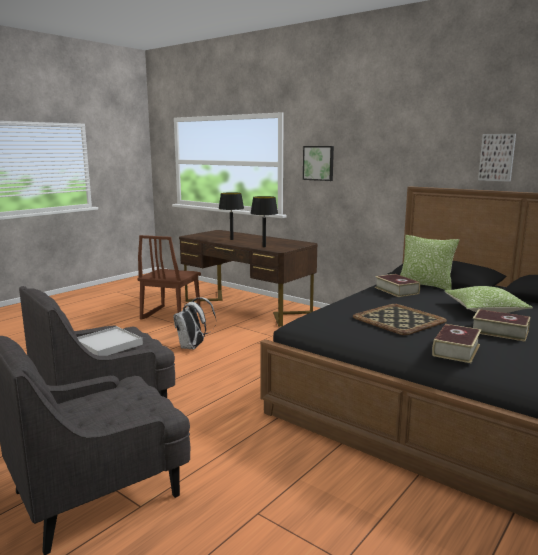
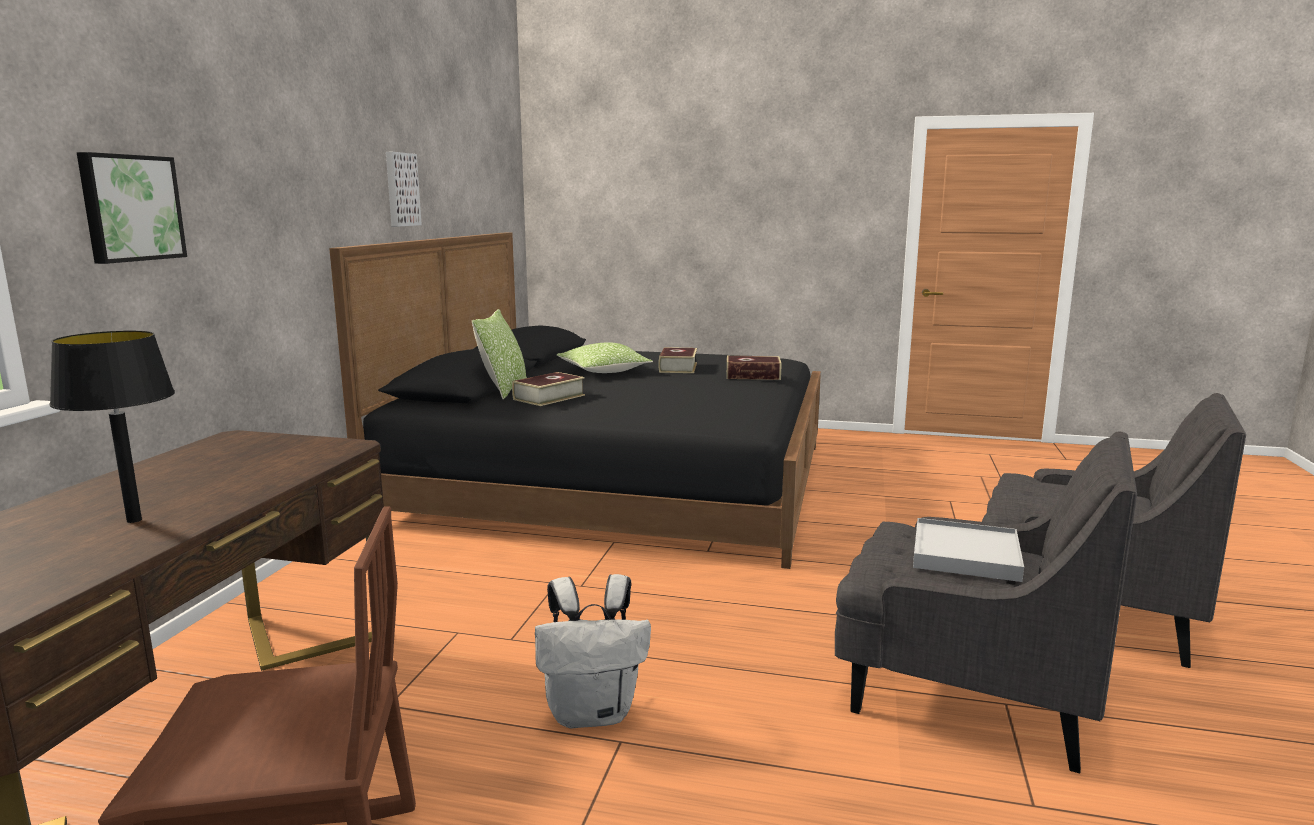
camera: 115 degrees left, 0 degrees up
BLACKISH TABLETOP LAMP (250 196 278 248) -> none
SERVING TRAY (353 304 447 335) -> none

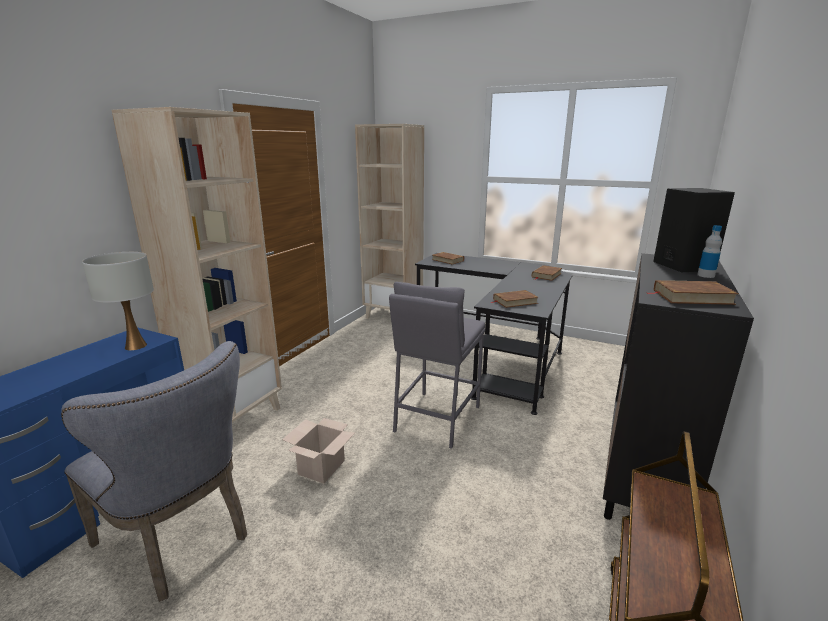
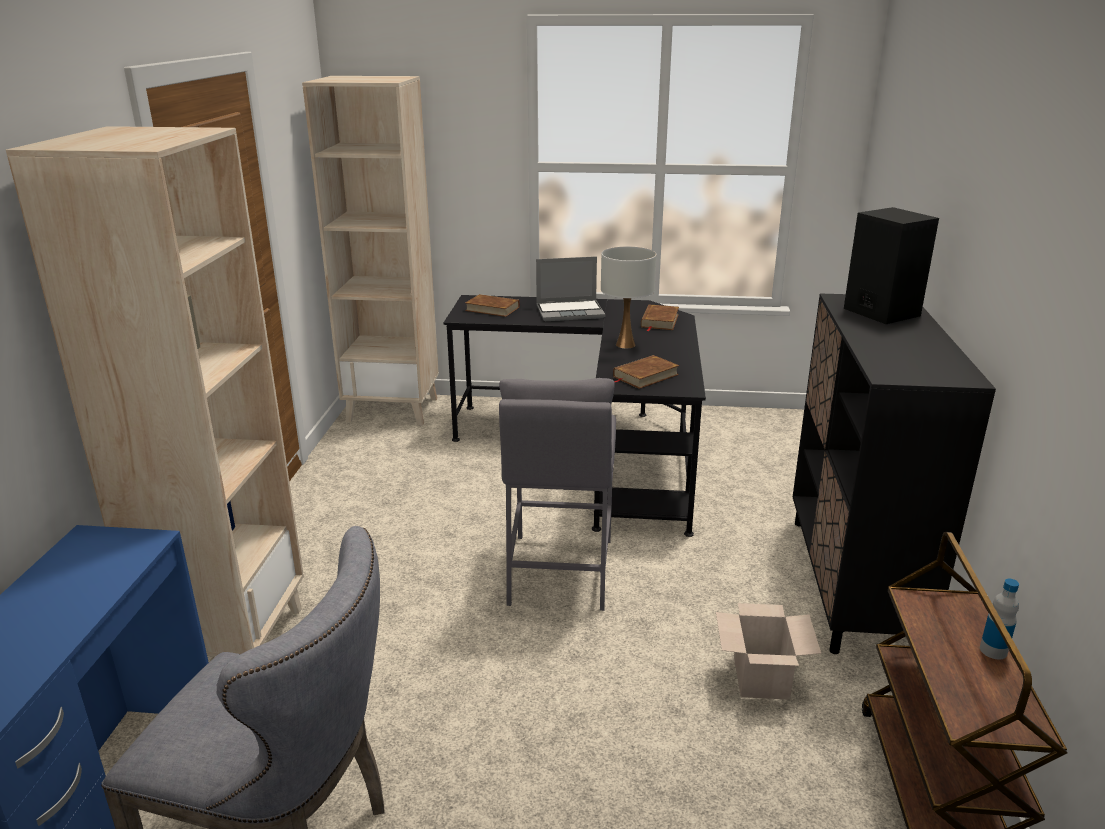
camera: 20 degrees left, 5 degrees up
BROWN BOOK (647 280 739 305) -> none
none -> LAPTOP (536 256 605 321)
WHITE TABLETOP LAMP (82 252 154 350) -> WHITE TABLETOP LAMP (601 246 656 349), move
CARTON (282 418 355 484) -> CARTON (716 603 821 700), move
BOTTLE (697 225 722 278) -> BOTTLE (980 579 1019 659), move

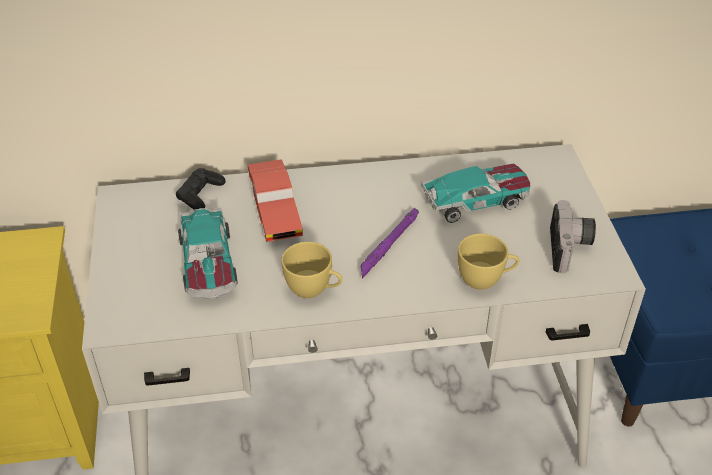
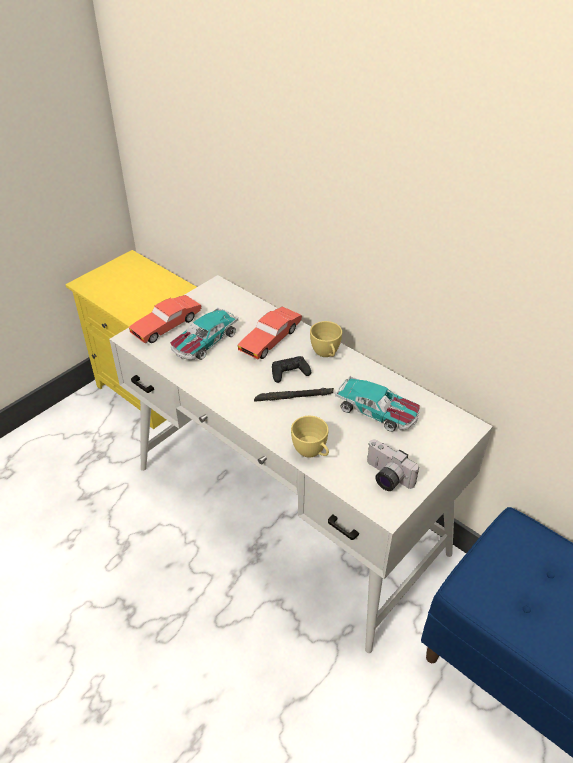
camera: 50 degrees right, 0 degrees up
none -> RED-COLOURED TOY CAR (129 295 201 343)
BLACKISH GAME CONTROLLER (176 168 226 210) -> BLACKISH GAME CONTROLLER (272 356 311 383), move
YELLOWISH CUP (281 242 342 298) -> YELLOWISH CUP (310 321 342 357), move
PURPLE-COLOURED FLASHLIGHT (361 208 419 279) -> BLACKISH FLASHLIGHT (254 388 334 402)
STILL CAMERA (550 200 596 273) -> STILL CAMERA (367 439 419 491), 75 degrees clockwise

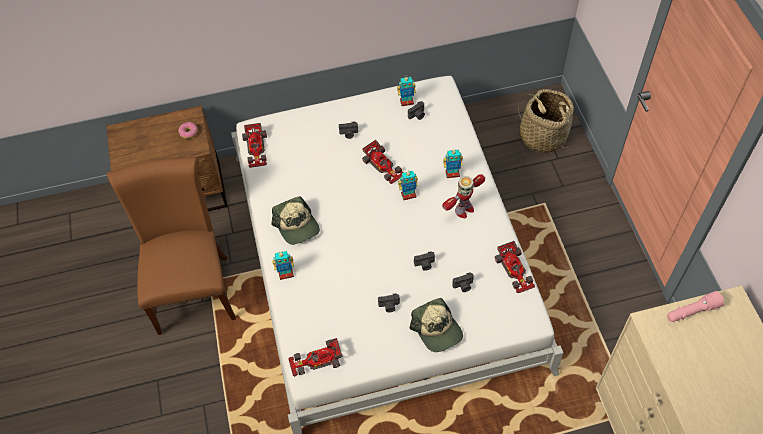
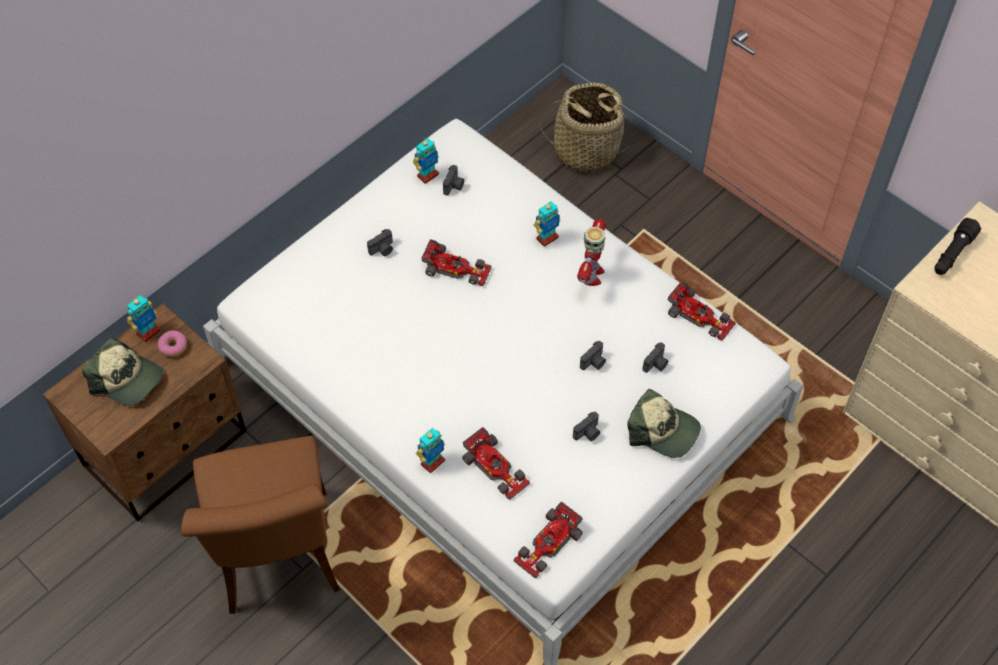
camera: 35 degrees left, 0 degrees up
TOY CAR (242 123 267 168) -> TOY CAR (462 427 530 500), move
CAP (271 196 320 245) -> CAP (82 337 163 406), move
ROBOT FIGURE (398 170 418 200) -> ROBOT FIGURE (127 295 161 342), move
PINK-COLOURED FLASHLIGHT (667 291 724 322) -> BLACKISH FLASHLIGHT (935 218 981 275)
BROWN PLAIN CHAIR (107 157 236 335) -> BROWN PLAIN CHAIR (181 436 340 614), 150 degrees counterclockwise

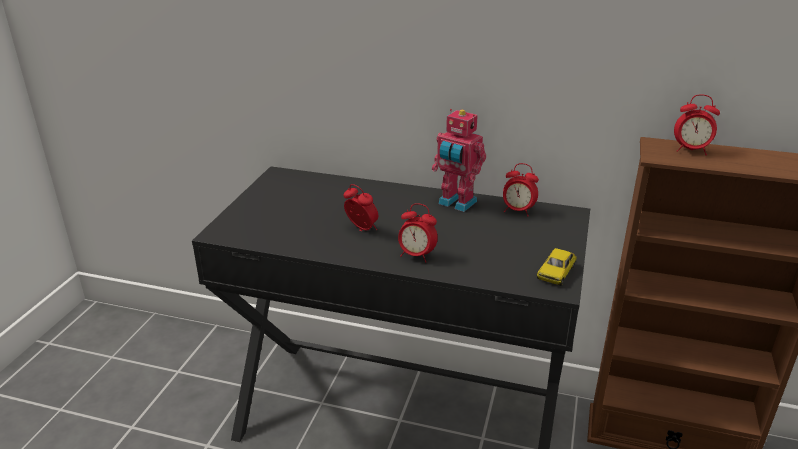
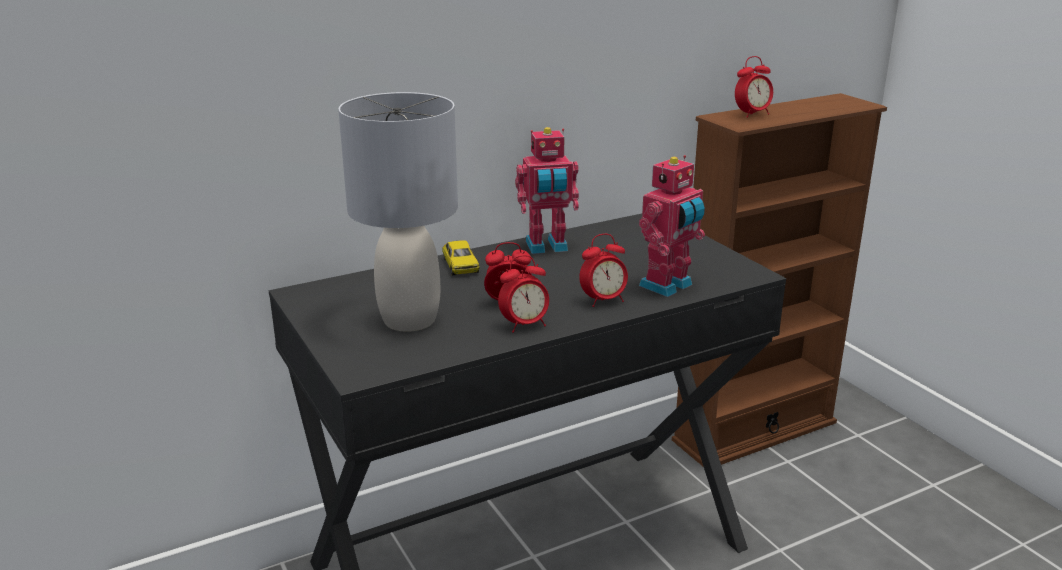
camera: 45 degrees left, 5 degrees down
none -> GREY TABLETOP LAMP (338 92 458 332)
none -> ROBOT FIGURE (639 155 705 297)
ALARM CLOCK (503 163 539 217) -> ALARM CLOCK (498 255 549 333), move
TOY CAR (537 248 576 286) -> TOY CAR (442 240 479 276), move

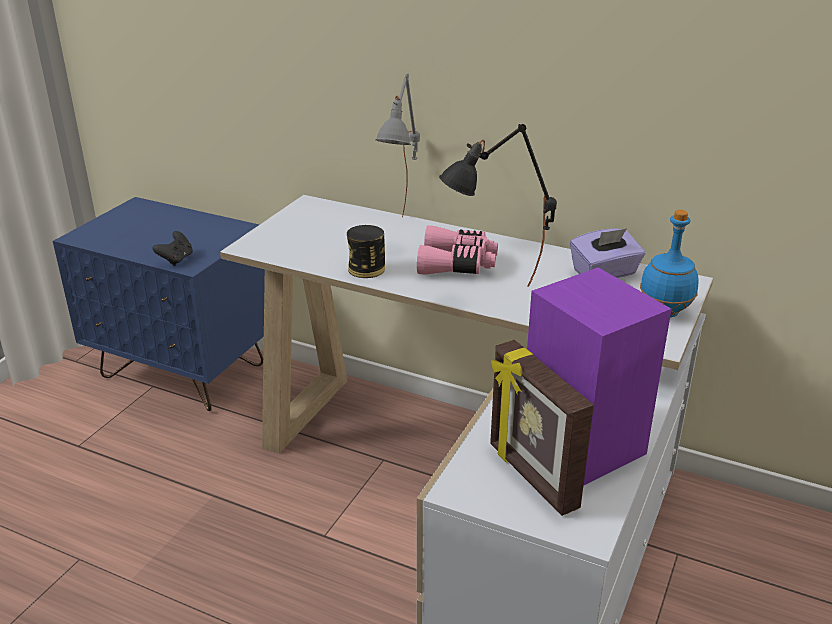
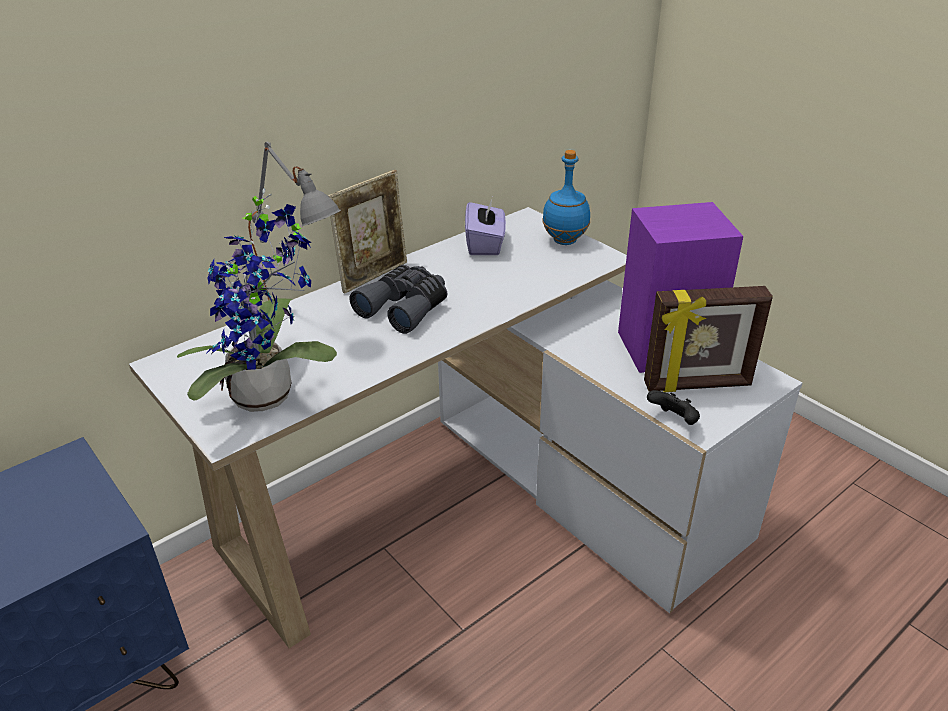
camera: 65 degrees left, 5 degrees up
SEALED CAN (347 225 385 278) -> none
BLACKISH TABLETOP LAMP (439 124 557 287) -> none
none -> HOUSEPLANT (177 188 337 412)
none -> PHOTO FRAME (328 170 407 294)
BLACKISH GAME CONTROLLER (153 231 193 266) -> BLACKISH GAME CONTROLLER (647 390 700 425), move
PINK-COLOURED PAIR OF BINOCULARS (417 226 498 275) -> GREY PAIR OF BINOCULARS (350 265 448 334)

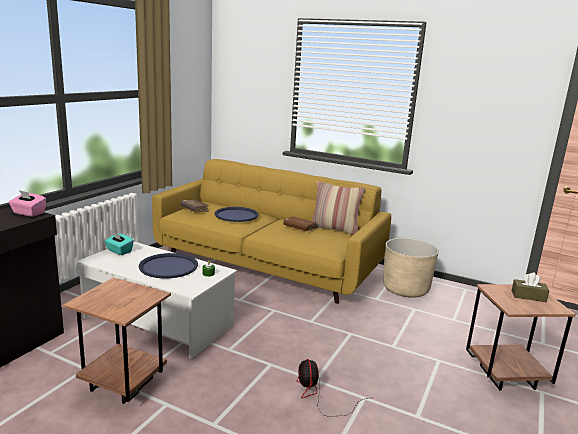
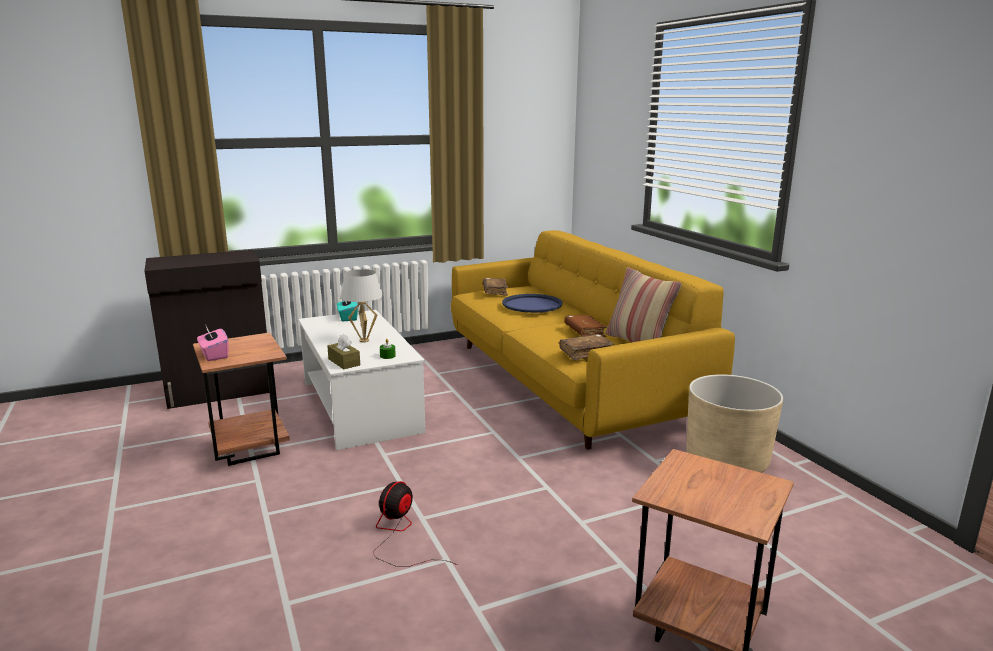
camera: 40 degrees right, 0 degrees up
none -> BROWN BOOK (559 334 614 360)
PINK-COLOURED TISSUE HOLDER (9 190 46 217) -> PINK-COLOURED TISSUE HOLDER (197 326 229 361), move
BROWN TISSUE HOLDER (512 272 550 302) -> BROWN TISSUE HOLDER (327 334 360 369), move
BLUE SERVING TRAY (139 253 198 278) -> WHITE TABLETOP LAMP (340 269 383 343)

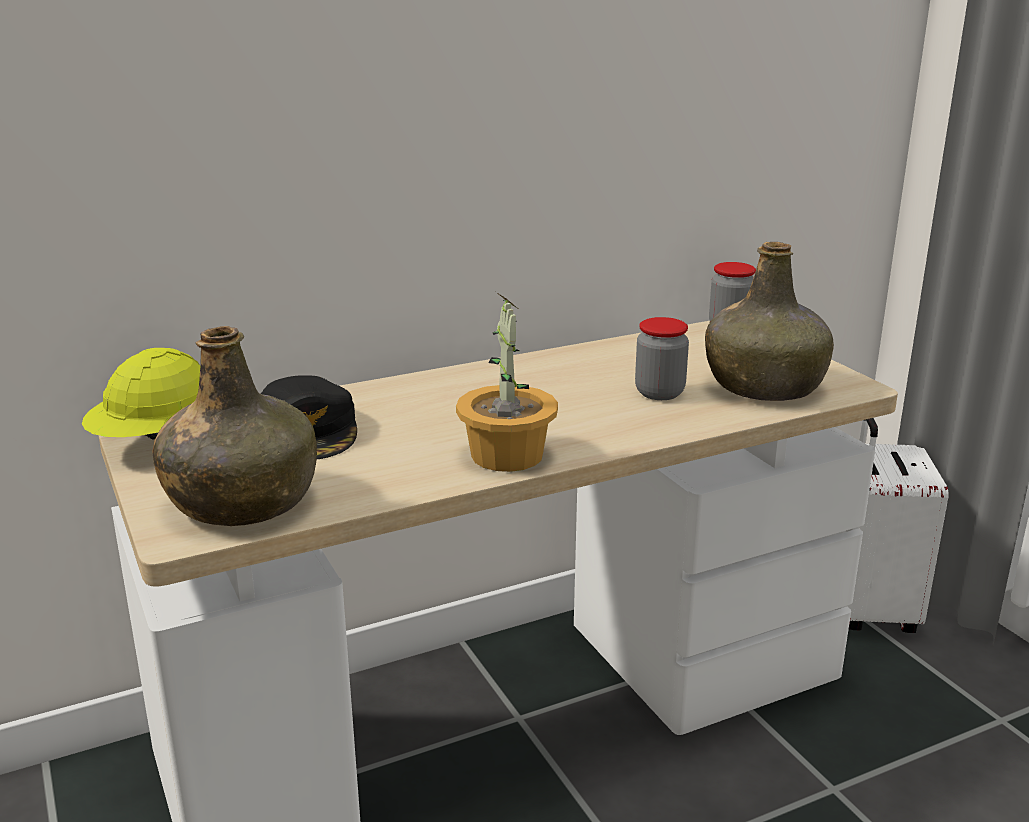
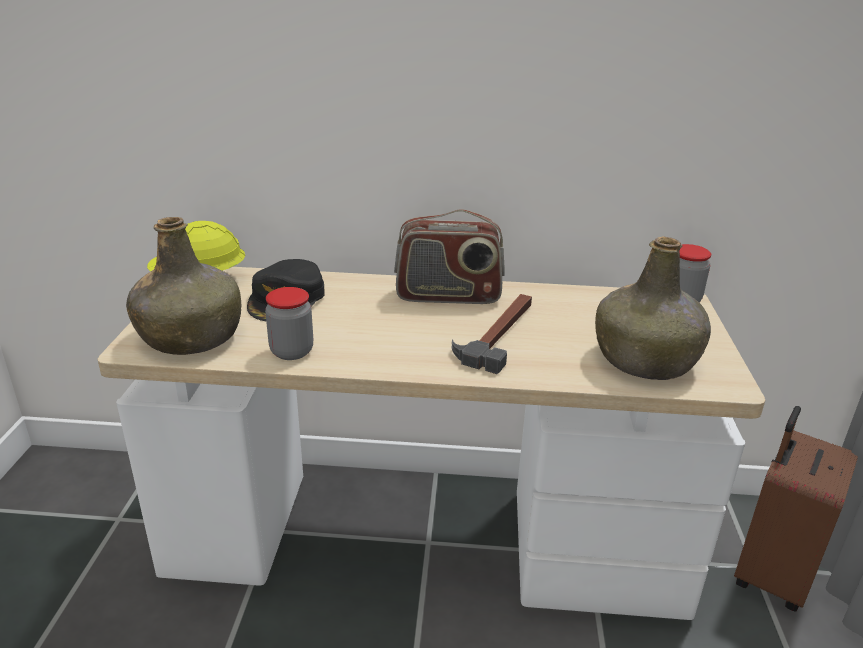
camera: 30 degrees right, 5 degrees up
HOUSEPLANT (456 292 558 472) -> none
none -> RADIO RECEIVER (394 209 505 304)
none -> HAMMER (451 294 532 374)
PRESERVE JAR (635 317 689 400) -> PRESERVE JAR (265 287 313 360), move
WHITE TRAVEL CASE (847 418 949 633) -> BROWN TRAVEL CASE (734 406 858 612)

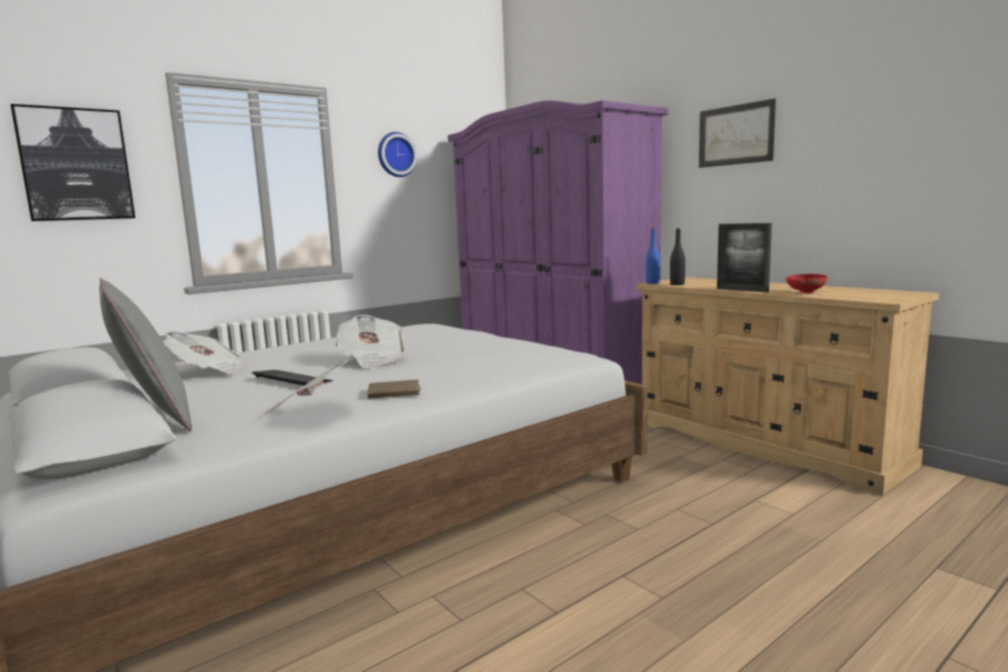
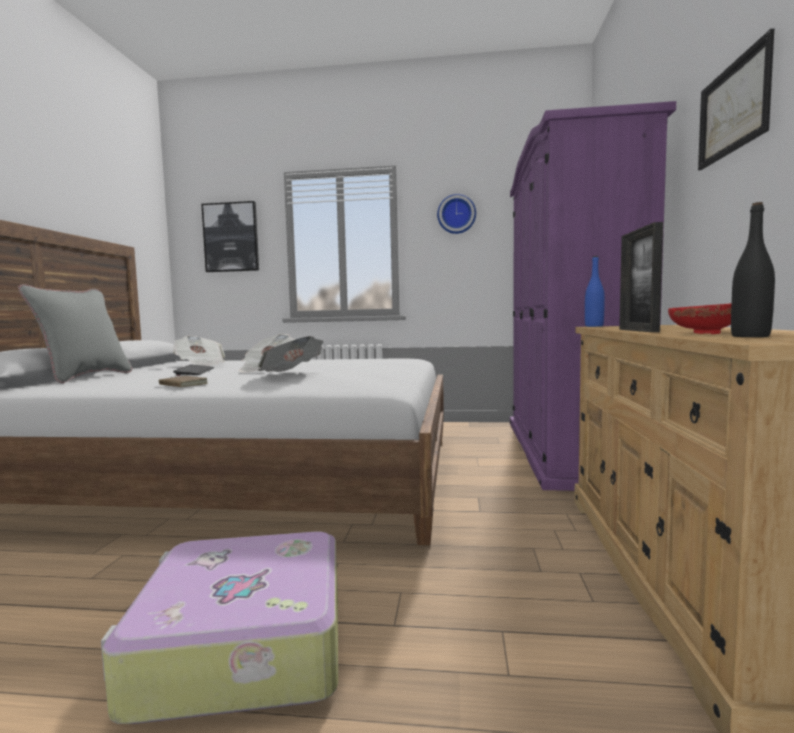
camera: 45 degrees right, 5 degrees down
none -> TRAVEL CASE (101 532 338 724)
PRINTED PAPER (258 357 351 419) -> PRINTED PAPER (258 336 323 372), move
BLACKISH BOTTLE (670 228 685 285) -> BLACKISH BOTTLE (731 202 775 337), move

